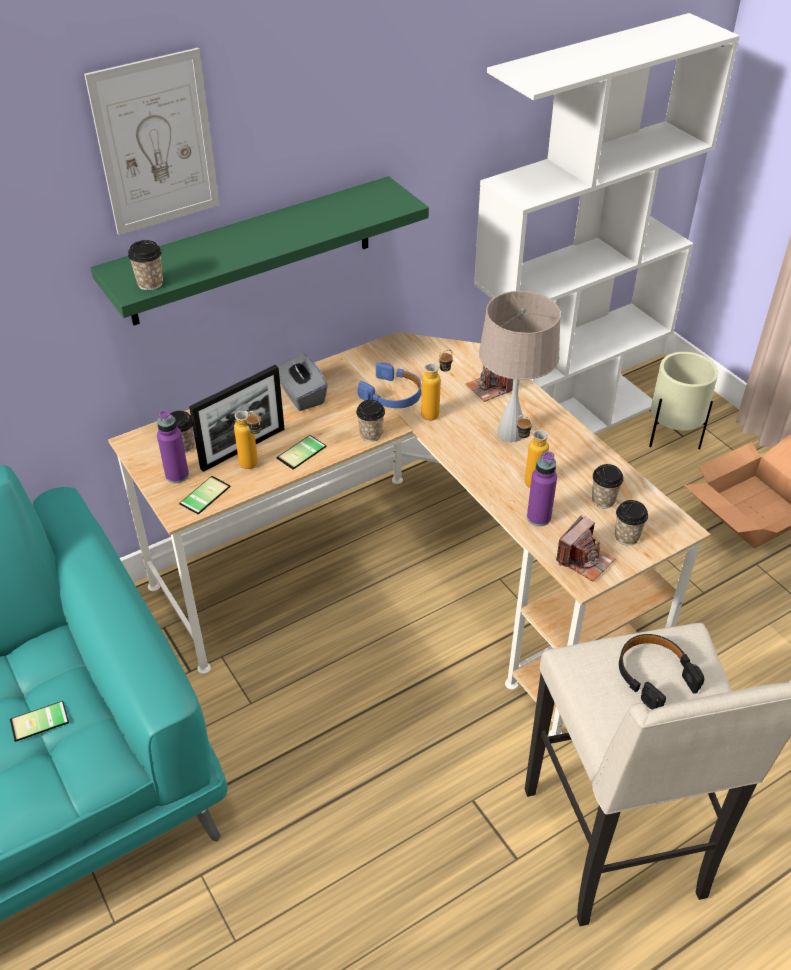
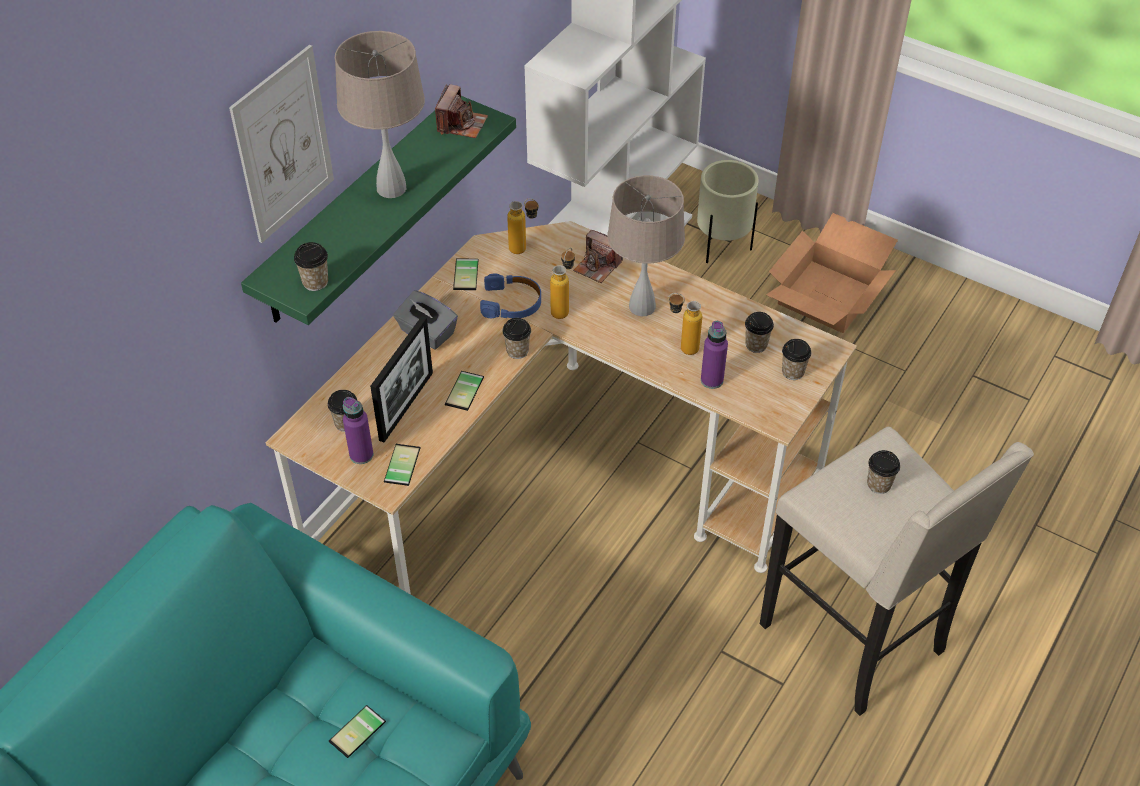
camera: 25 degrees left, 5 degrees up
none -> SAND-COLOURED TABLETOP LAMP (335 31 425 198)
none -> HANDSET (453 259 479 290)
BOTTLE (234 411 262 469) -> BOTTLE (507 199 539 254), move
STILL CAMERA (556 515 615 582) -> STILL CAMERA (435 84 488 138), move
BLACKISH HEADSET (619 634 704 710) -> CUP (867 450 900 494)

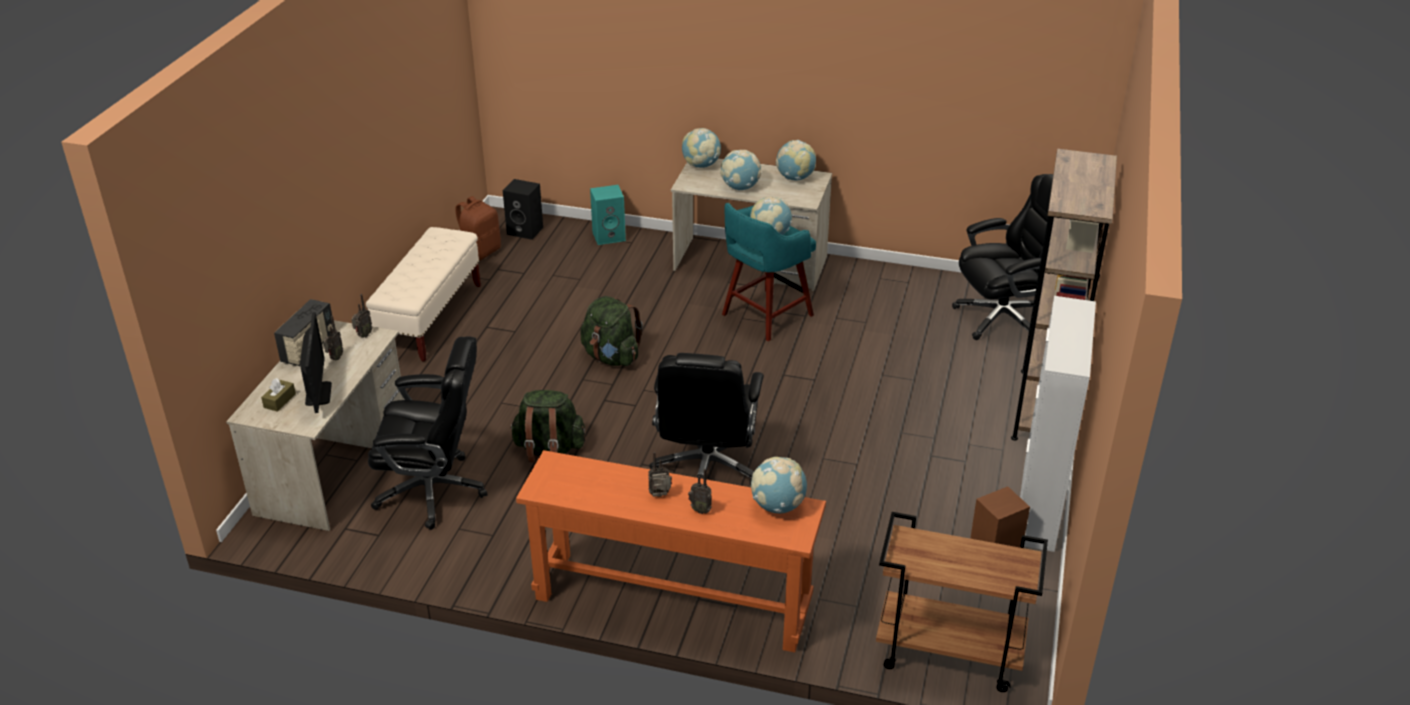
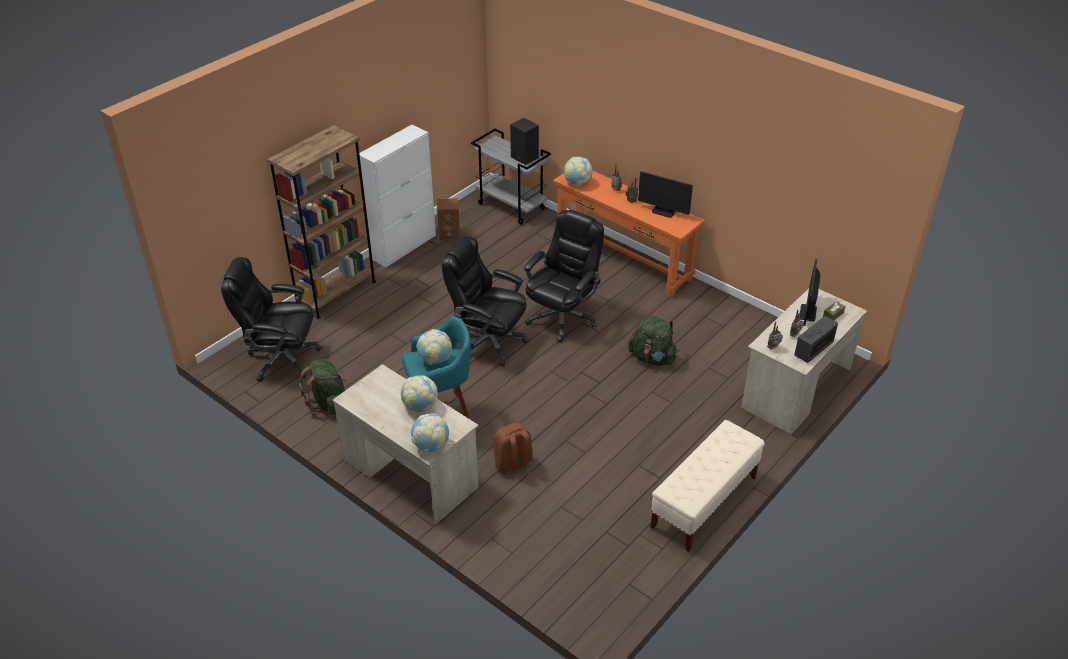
camera: 155 degrees left, 5 degrees up
TURQUOISE LOUDSPEAKER (590 185 626 245) -> none
WORLD GLOBE (776 140 816 180) -> none
none -> COMPUTER DISPLAY (638 171 693 218)
BLACKISH COMPUTER CHAIR (368 336 488 530) -> BLACKISH COMPUTER CHAIR (442 236 529 367), move
BROWN BACKPACK (455 196 501 261) -> BROWN BACKPACK (494 423 533 482), move
BLACKISH LOUDSPEAKER (503 179 543 240) -> BLACKISH LOUDSPEAKER (510 118 539 165), move
GREEN BACKPACK (580 296 643 366) -> GREEN BACKPACK (299 359 347 415), move
BROWN CART (876 512 1048 692) -> GREY CART (471 129 551 224)

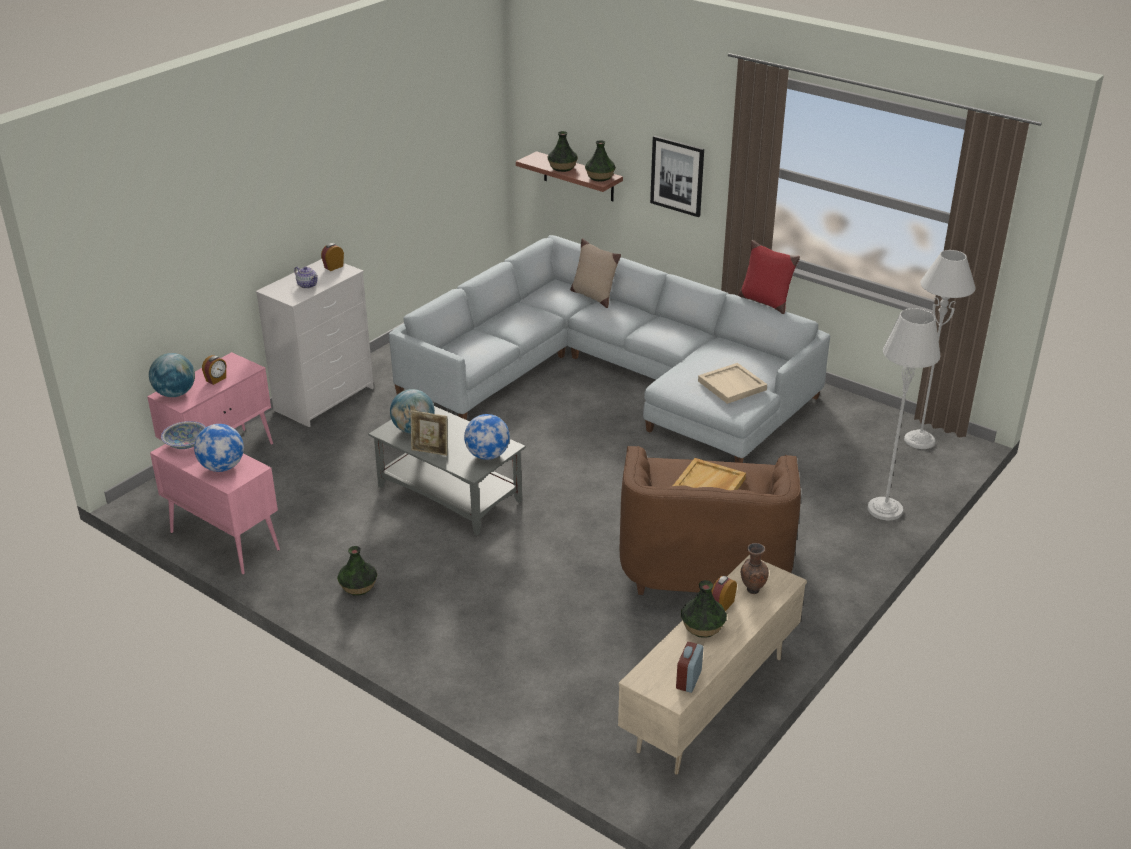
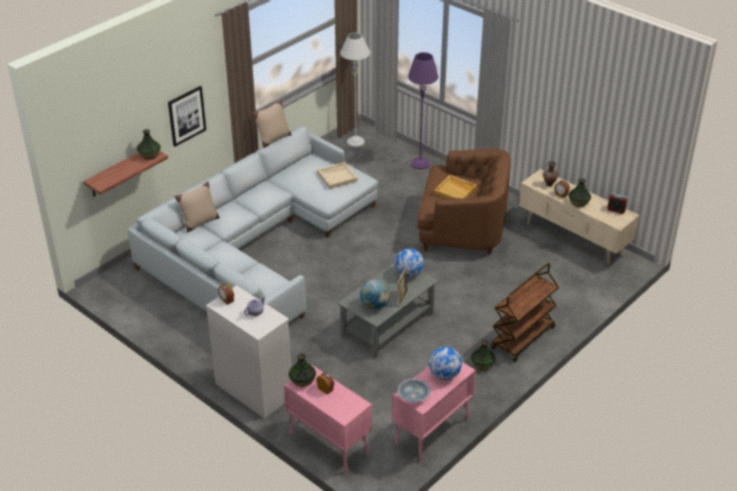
camera: 85 degrees left, 5 degrees up
WORLD GLOBE (149 353 195 397) -> none
none -> BROWN CART (490 263 559 362)
VASE (548 131 578 172) -> VASE (288 354 316 387), move
RED-COLOURED PILLOW (738 240 800 314) -> SAND-COLOURED PILLOW (252 100 292 148)
GREY FLOOR LAMP (868 308 941 520) -> PURPLE-COLOURED FLOOR LAMP (408 52 438 169)

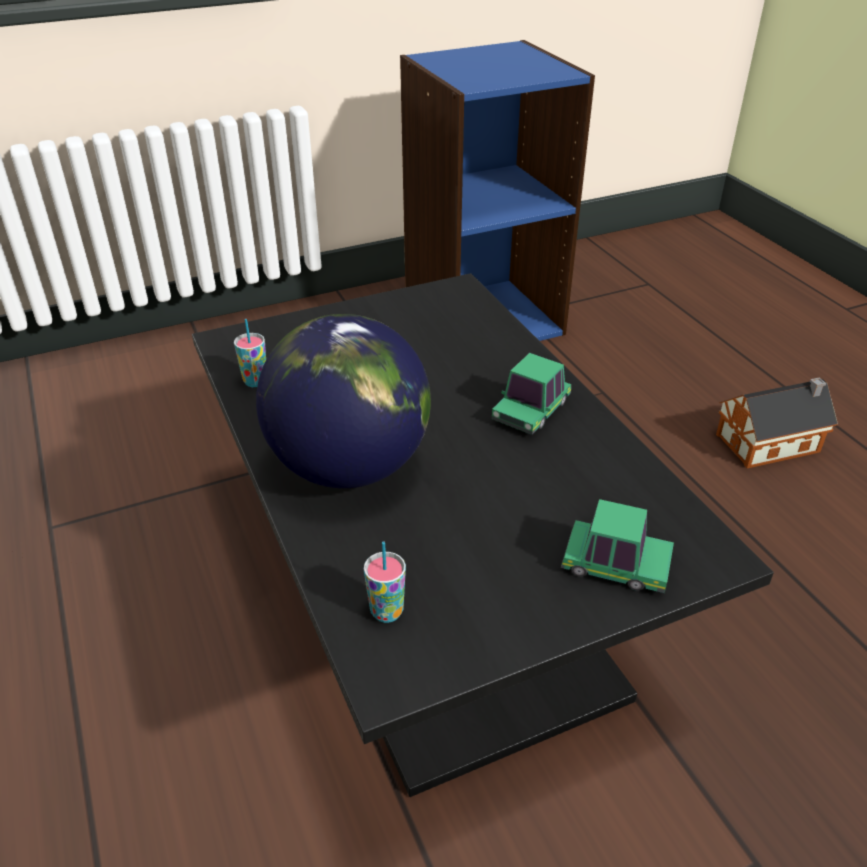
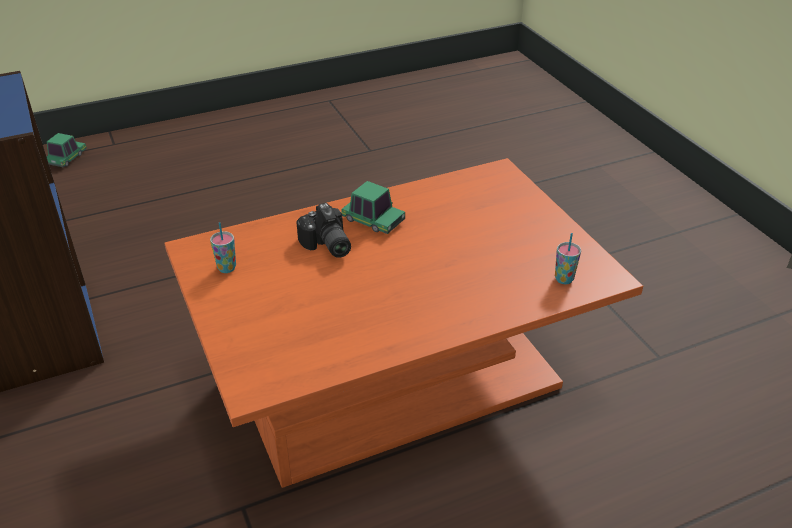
camera: 90 degrees left, 0 degrees up
WORLD GLOBE (256 314 431 488) -> none
TOY HOUSE (716 378 838 468) -> none
none -> STILL CAMERA (297 203 351 258)
CUP (234 319 266 387) -> CUP (210 222 236 273), move
TOY CAR (561 499 674 593) -> TOY CAR (46 133 87 167), move
BLACKISH LOUNGE TABLE (192 273 774 797) -> ORANGEY LOUNGE TABLE (164 158 643 488)

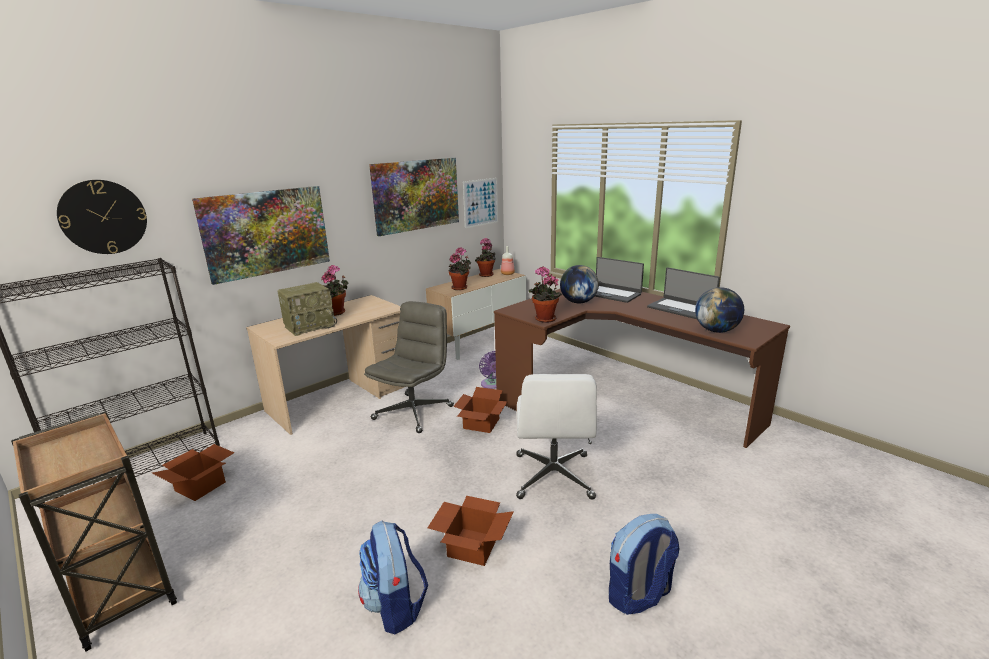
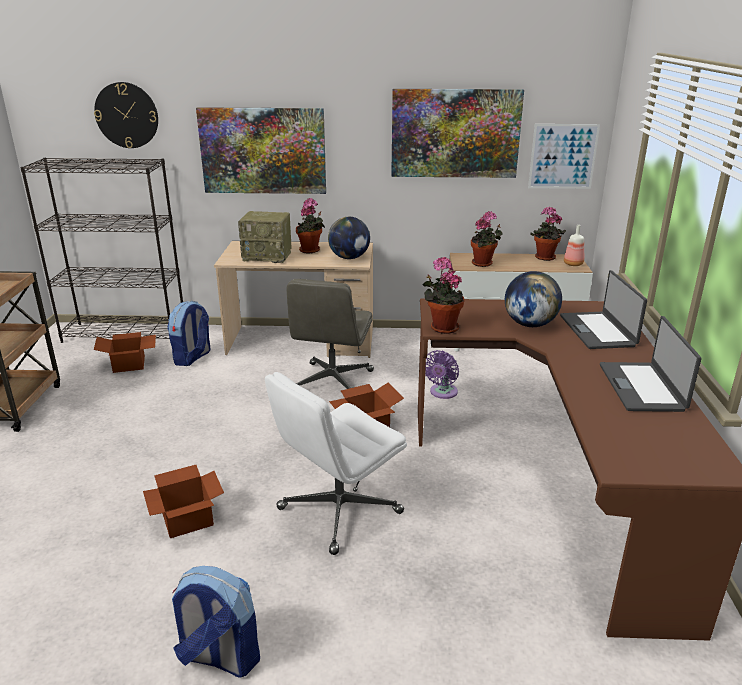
camera: 45 degrees right, 5 degrees up
BACKPACK (358 520 428 634) -> BACKPACK (167 301 211 366), move
WORLD GLOBE (695 287 744 333) -> WORLD GLOBE (328 217 370 259), move
GREY COMPUTER CHAIR (364 301 454 433) -> GREY COMPUTER CHAIR (287 279 374 389), 120 degrees clockwise

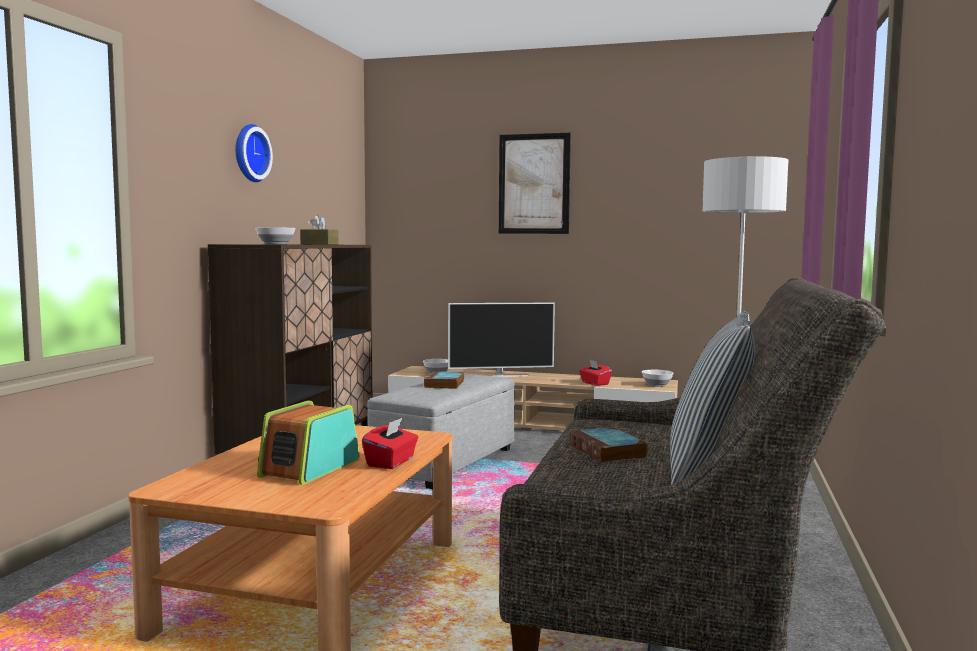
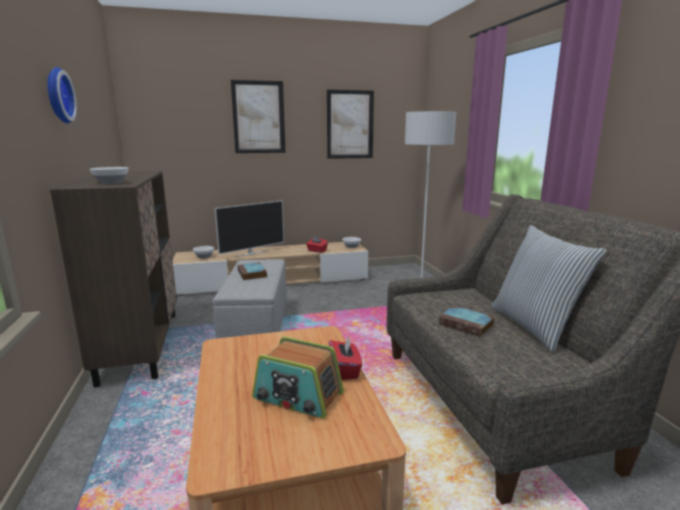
camera: 30 degrees left, 10 degrees up
BROWN TISSUE HOLDER (300 215 338 245) -> none
none -> PICTURE (327 89 374 159)
RADIO RECEIVER (257 401 359 485) -> RADIO RECEIVER (252 337 344 418), 60 degrees counterclockwise

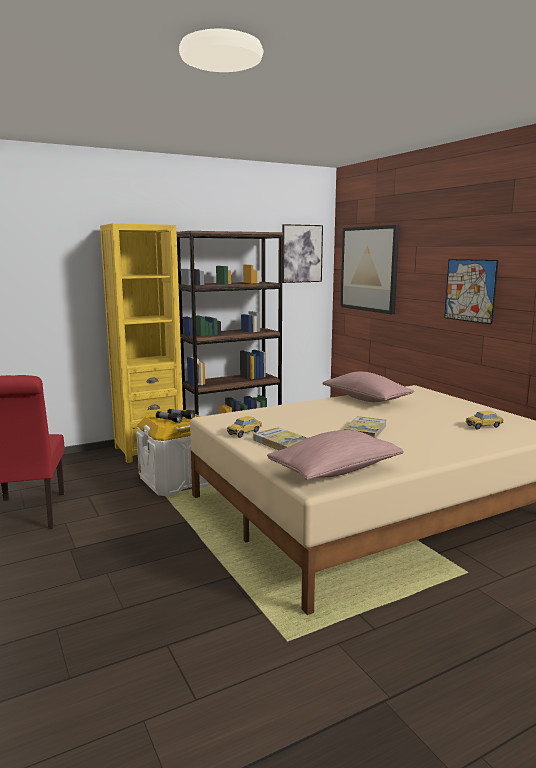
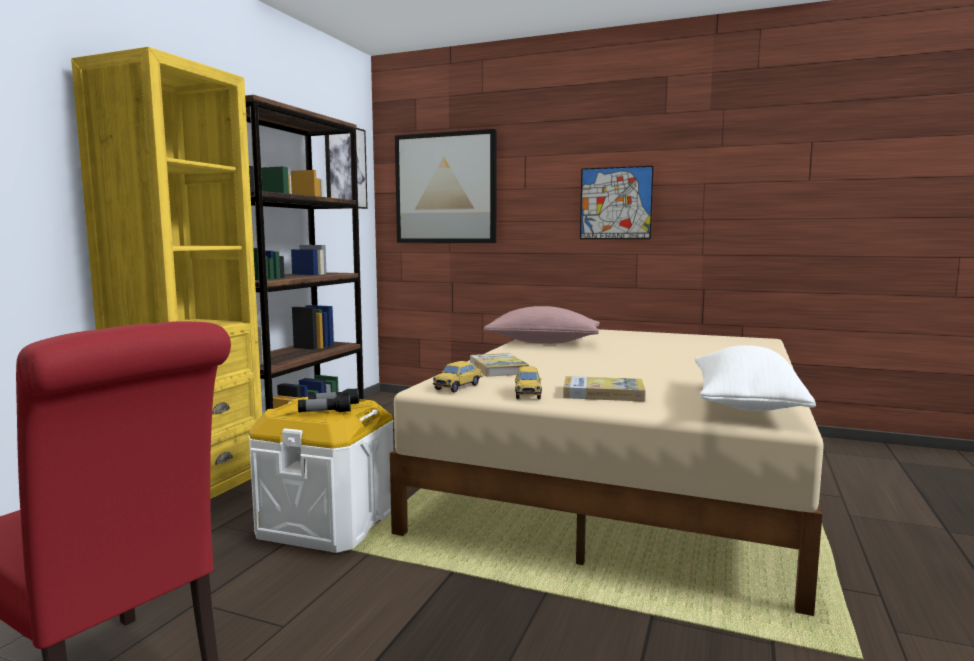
camera: 40 degrees left, 5 degrees down
BOOK (344 416 386 438) -> BOOK (470 353 529 377), move
TOY CAR (466 411 504 430) -> TOY CAR (433 361 482 393), move
PINK-COLOURED PILLOW (267 430 404 480) -> WHITE PILLOW (695 345 816 411)

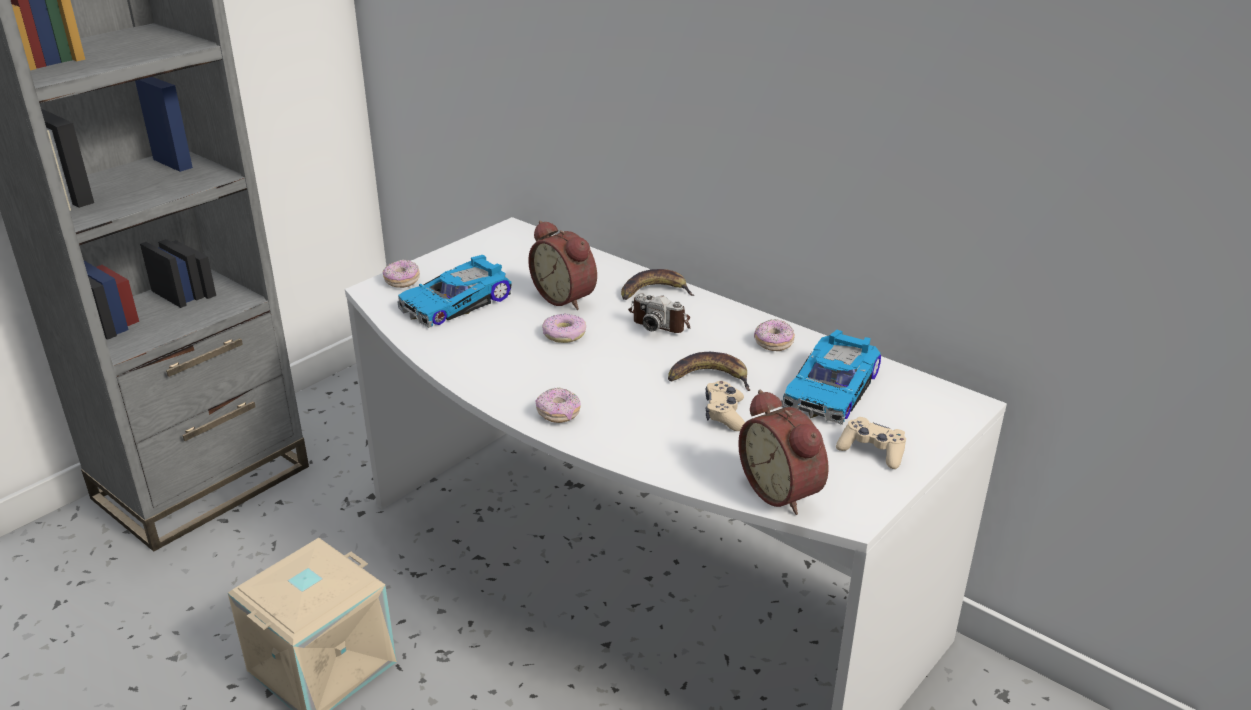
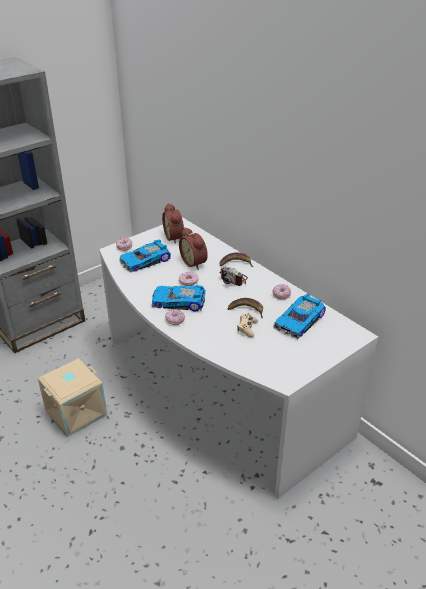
camera: 10 degrees right, 5 degrees up
SAND-COLOURED GAME CONTROLLER (836 417 906 469) -> none
none -> TOY CAR (152 285 206 312)
ALARM CLOCK (738 390 829 515) -> ALARM CLOCK (162 203 184 244), move

